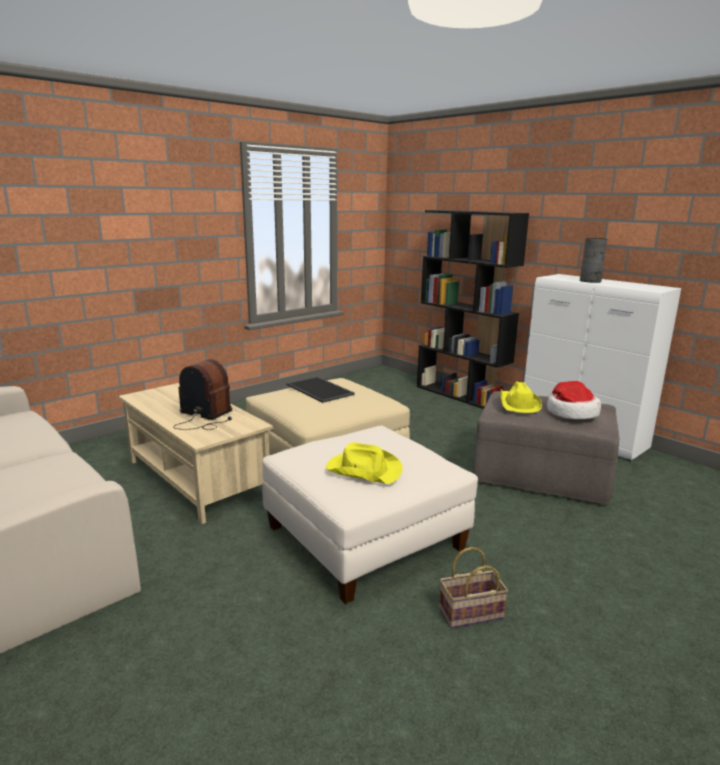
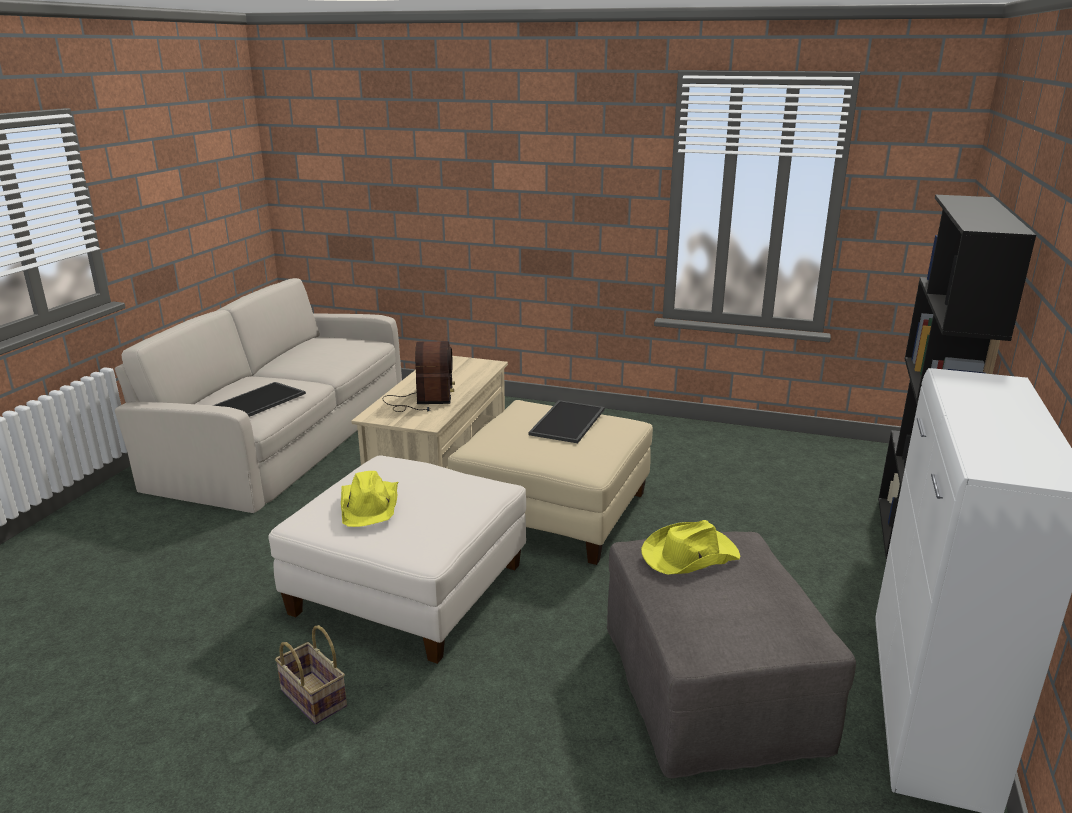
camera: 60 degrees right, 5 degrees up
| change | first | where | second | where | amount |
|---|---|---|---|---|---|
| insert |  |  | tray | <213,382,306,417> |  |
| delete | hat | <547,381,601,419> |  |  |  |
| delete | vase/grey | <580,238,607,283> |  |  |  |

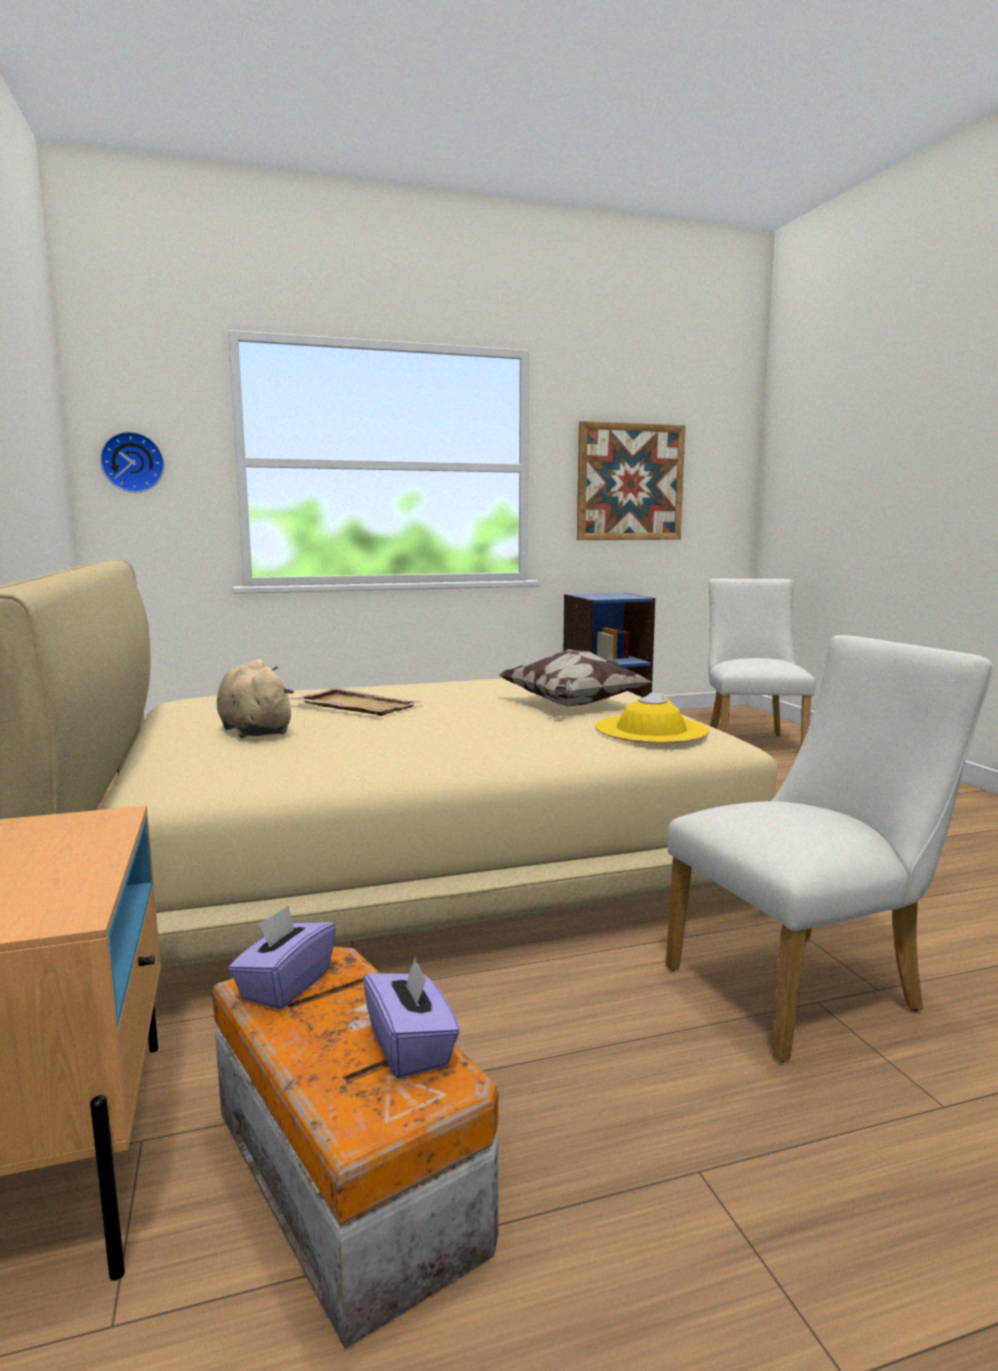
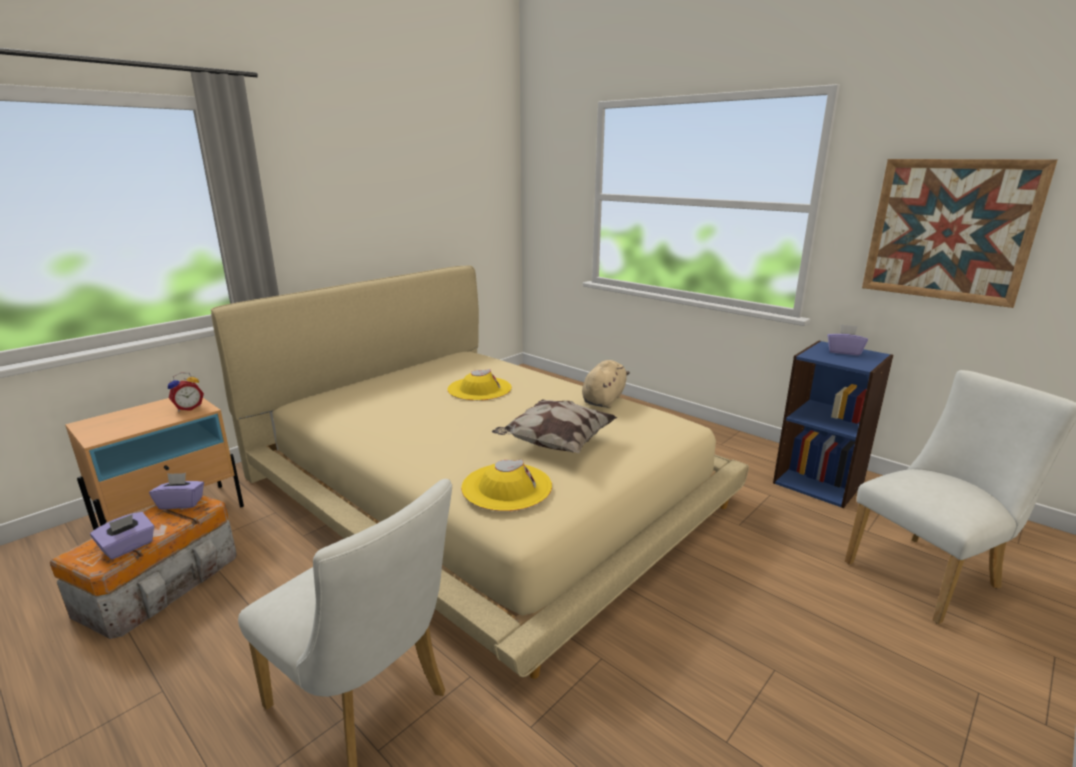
camera: 60 degrees right, 10 degrees up
| change | first | where | second | where | amount |
|---|---|---|---|---|---|
| insert |  |  | alarm clock | <168,372,204,412> |  |
| replace | tray/beige | <289,687,425,716> | hat/yellow | <447,369,512,401> |  |
| move | plush toy/beige | <217,659,294,738> |  | <582,360,630,408> |  |
| insert |  |  | tissue box/purple | <827,324,868,356> |  |
| delete | wall clock | <100,431,164,493> |  |  |  |

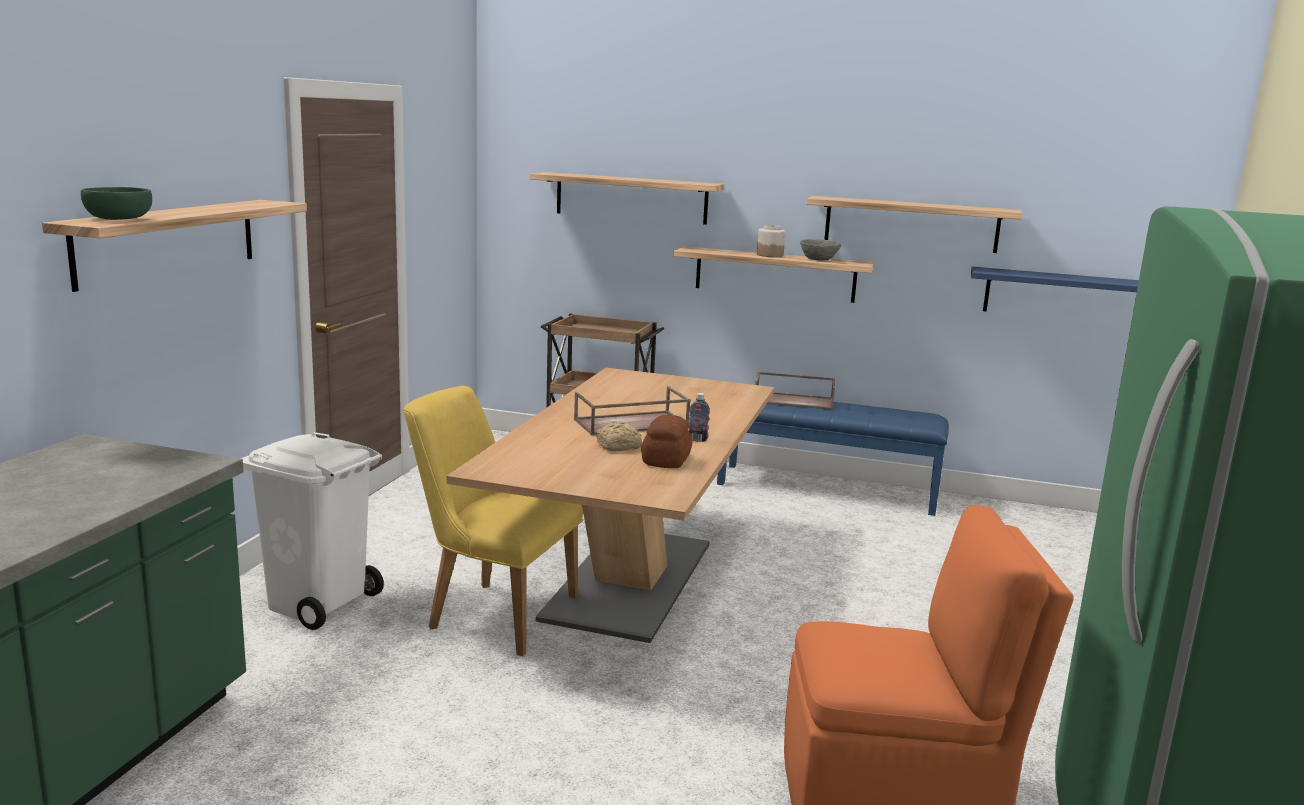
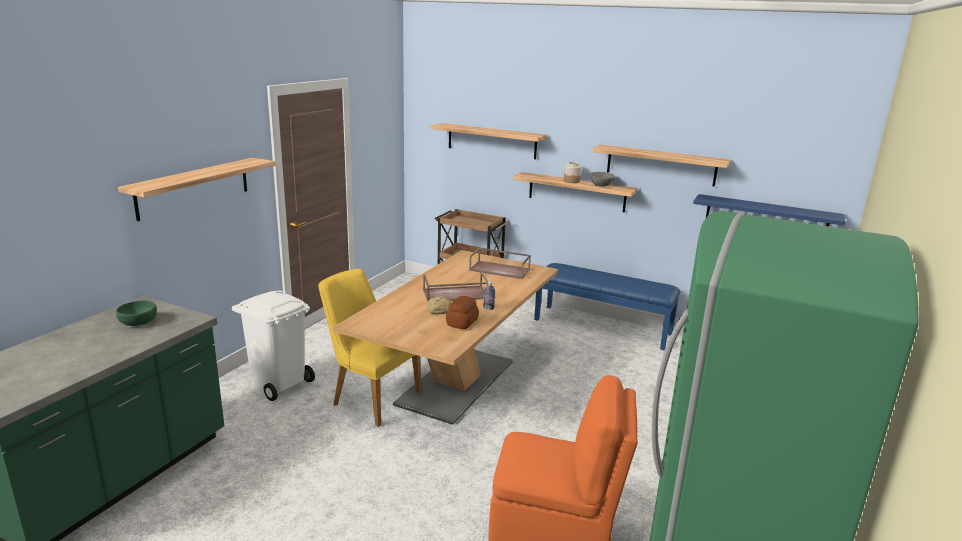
camera: 10 degrees right, 5 degrees up
| change | first | where | second | where | amount |
|---|---|---|---|---|---|
| move | bowl/green | <81,187,152,220> |  | <116,301,157,326> |  |
| move | tray/brown | <755,372,835,410> |  | <469,248,531,279> |  |

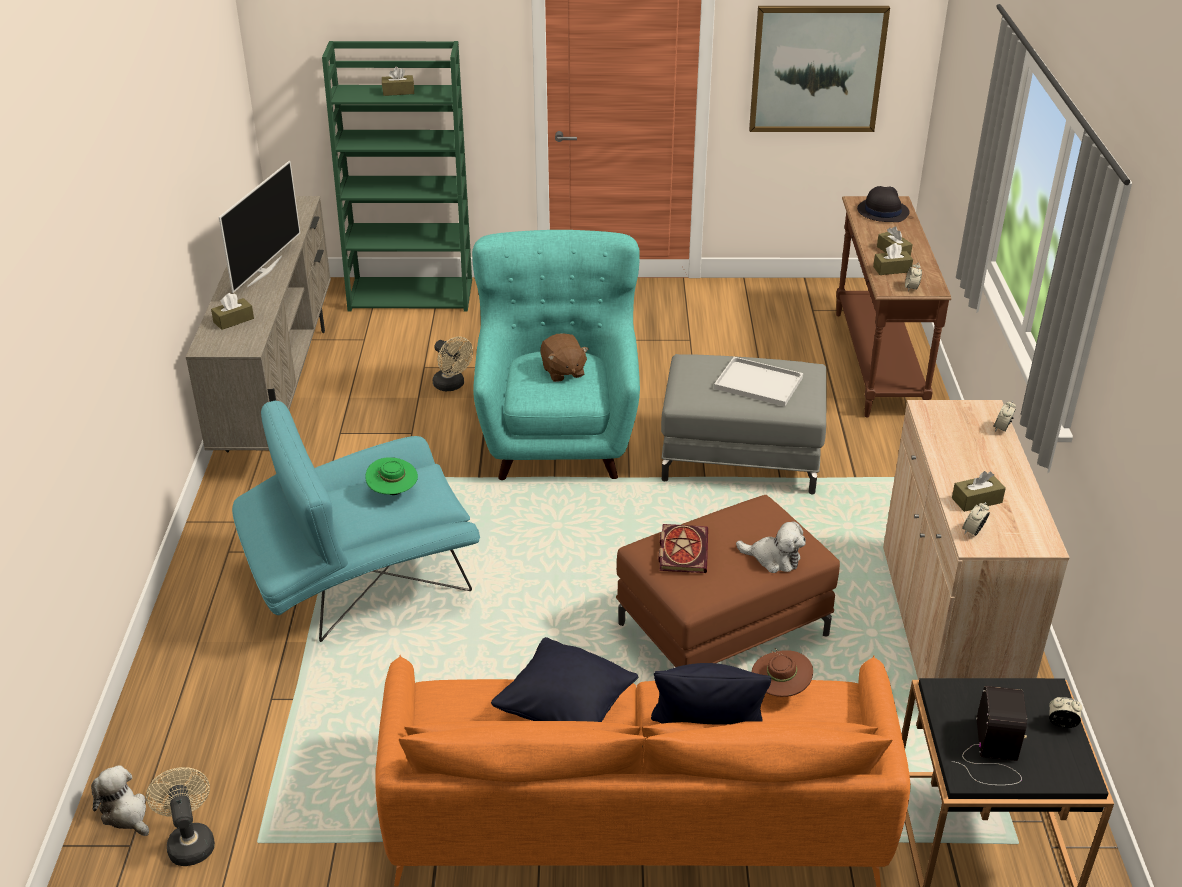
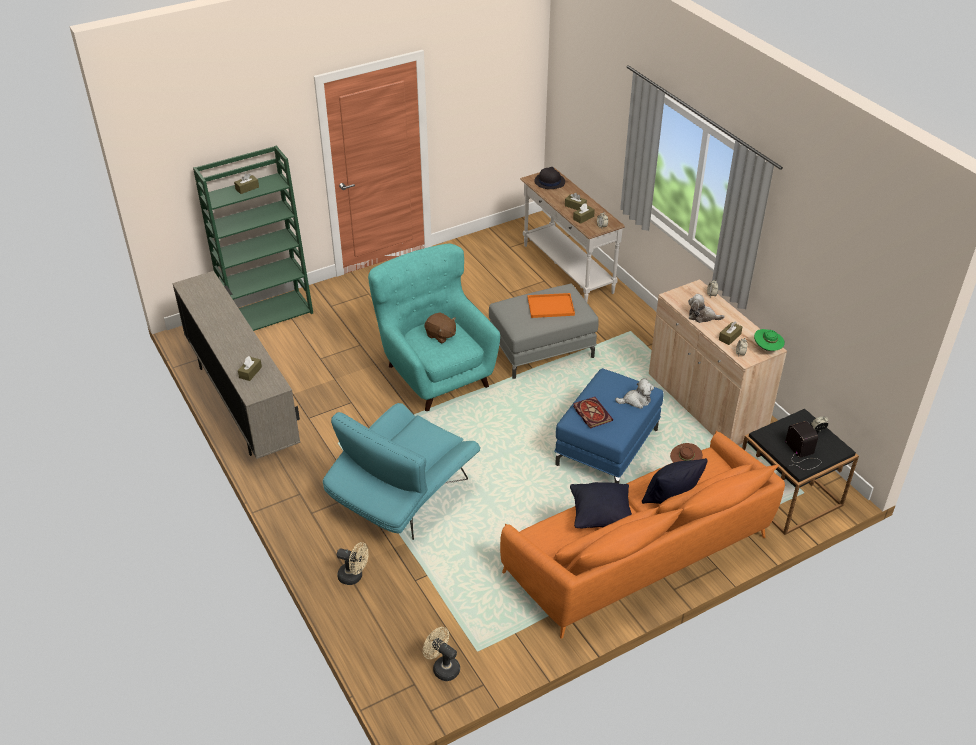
camera: 30 degrees left, 5 degrees up
| change | first | where | second | where | amount |
|---|---|---|---|---|---|
| move | fan/beige | <433,336,473,391> |  | <337,542,368,585> |  |
| recolor | console table/brown | <836,196,951,417> | console table/white | <520,168,625,302> |  |
| recolor | tray/white | <714,357,803,407> | tray/orange | <528,293,575,318> |  |
| recolor | ottoman/brown | <616,495,840,667> | ottoman/blue | <554,368,664,483> |  |
| move | plush toy | <91,765,149,836> |  | <688,294,725,323> |  |
| move | hat/green | <366,457,418,495> |  | <754,329,785,351> |  |
| delete | television | <219,161,300,293> |  |  |  |
| delete | picture | <749,6,890,132> |  |  |  |

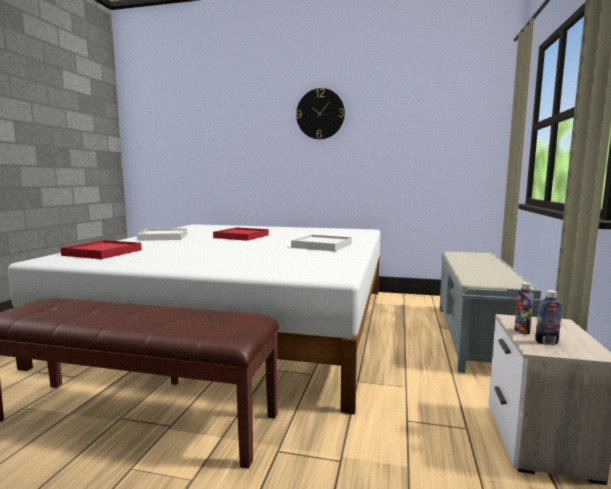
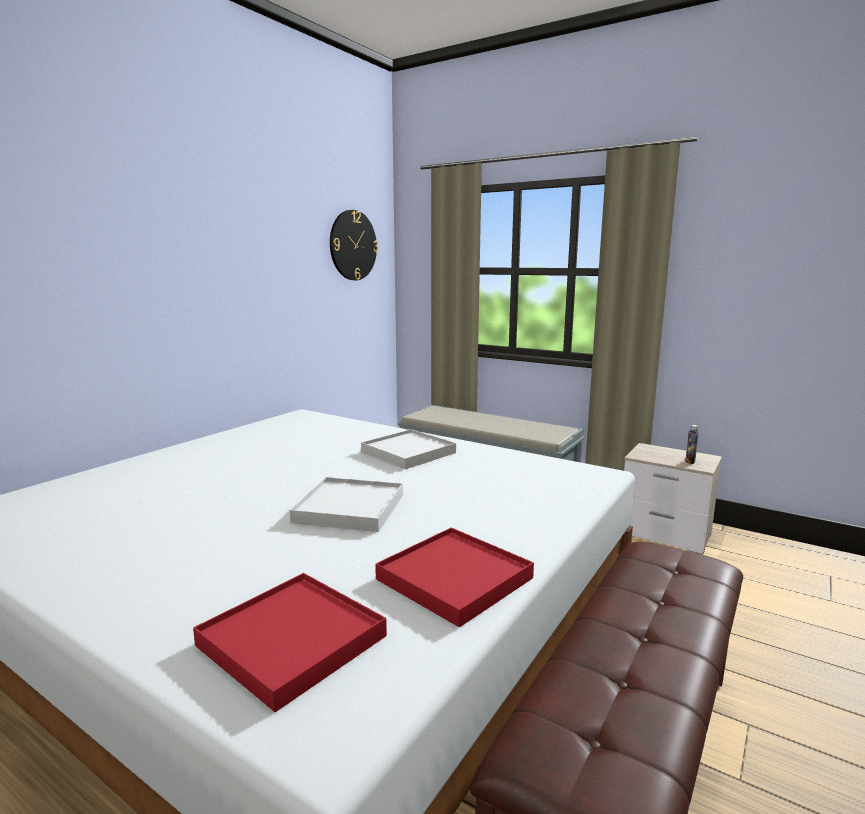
camera: 70 degrees left, 5 degrees up
| change | first | where | second | where | amount |
|---|---|---|---|---|---|
| move | tray/white | <137,228,187,241> |  | <290,477,403,532> |  |
| move | wall clock | <296,88,345,139> |  | <330,210,378,280> |  |
| move | tray/red | <213,227,269,241> |  | <375,528,534,627> |  |
| delete | bottle | <514,282,533,334> |  |  |  |

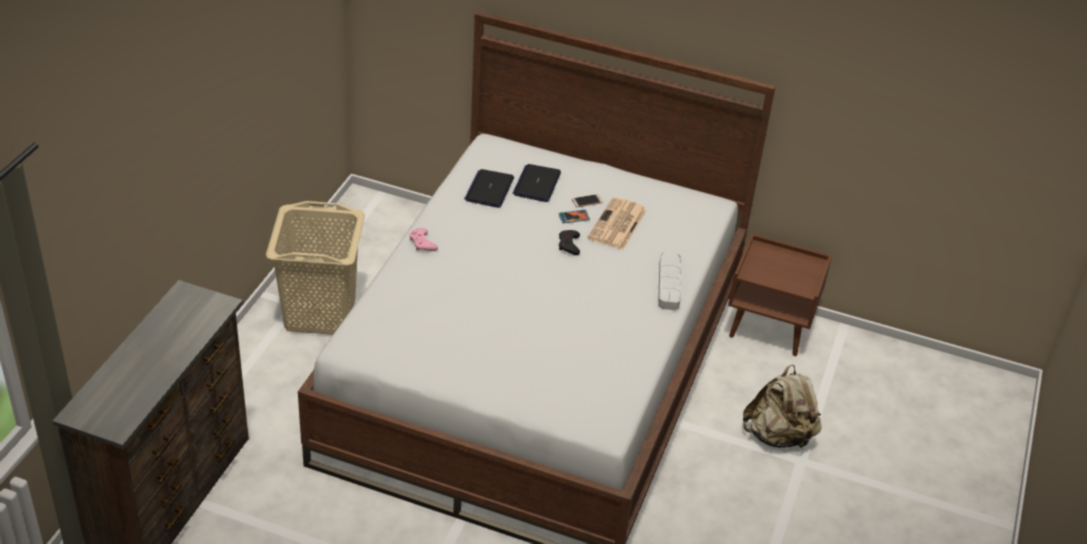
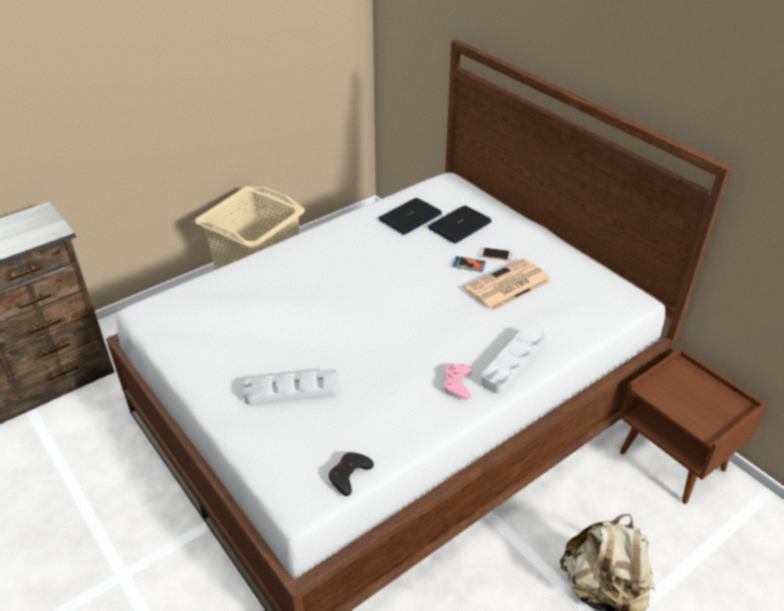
camera: 35 degrees right, 0 degrees up
| change | first | where | second | where | amount |
|---|---|---|---|---|---|
| insert |  |  | tray/grey | <244,369,340,406> |  |
| move | game controller/black | <559,230,580,255> |  | <329,452,374,496> |  |
| move | game controller/pink | <409,228,438,251> |  | <444,364,472,399> |  |

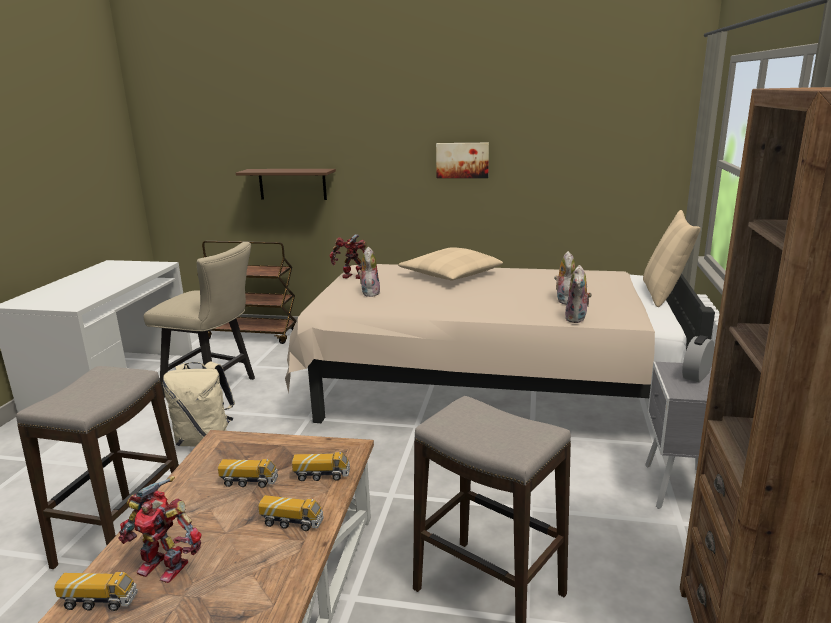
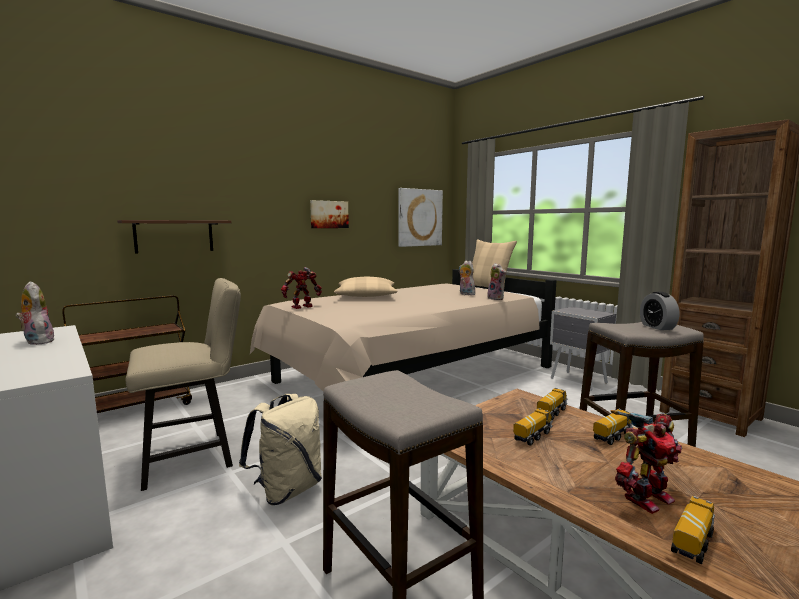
camera: 50 degrees left, 10 degrees down
| change | first | where | second | where | amount |
|---|---|---|---|---|---|
| move | plush toy | <358,247,380,297> |  | <16,282,54,345> |  |
| insert |  |  | picture | <398,188,443,247> |  |
| move | alarm clock | <682,335,715,383> |  | <640,292,679,330> |  |

